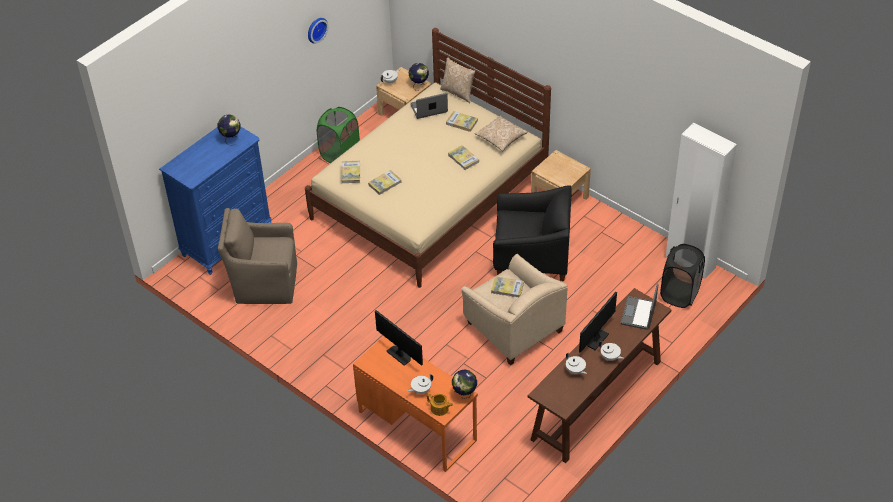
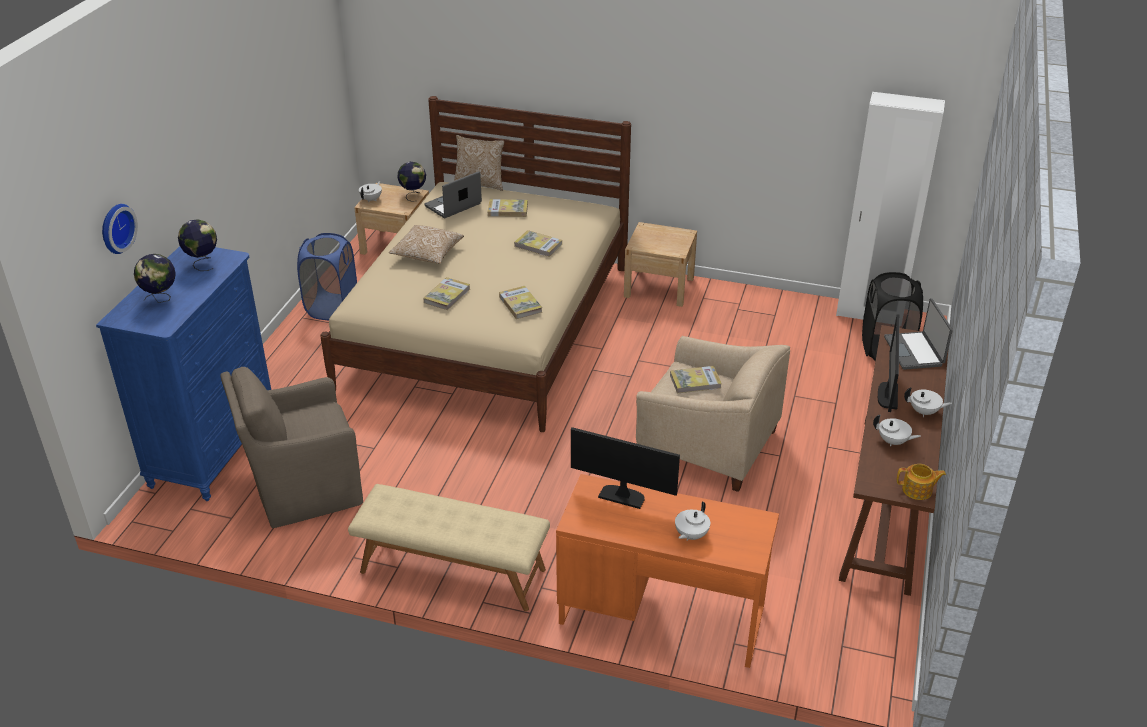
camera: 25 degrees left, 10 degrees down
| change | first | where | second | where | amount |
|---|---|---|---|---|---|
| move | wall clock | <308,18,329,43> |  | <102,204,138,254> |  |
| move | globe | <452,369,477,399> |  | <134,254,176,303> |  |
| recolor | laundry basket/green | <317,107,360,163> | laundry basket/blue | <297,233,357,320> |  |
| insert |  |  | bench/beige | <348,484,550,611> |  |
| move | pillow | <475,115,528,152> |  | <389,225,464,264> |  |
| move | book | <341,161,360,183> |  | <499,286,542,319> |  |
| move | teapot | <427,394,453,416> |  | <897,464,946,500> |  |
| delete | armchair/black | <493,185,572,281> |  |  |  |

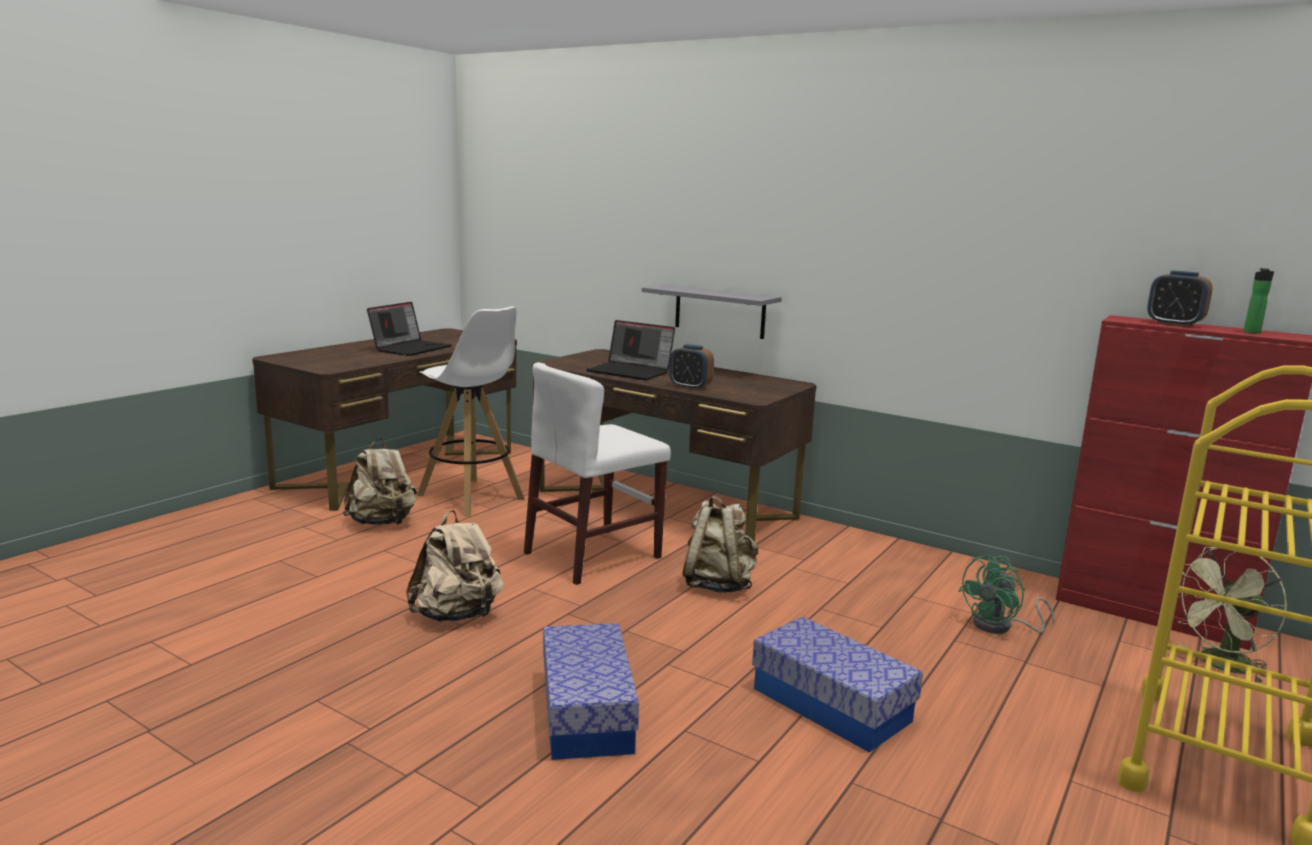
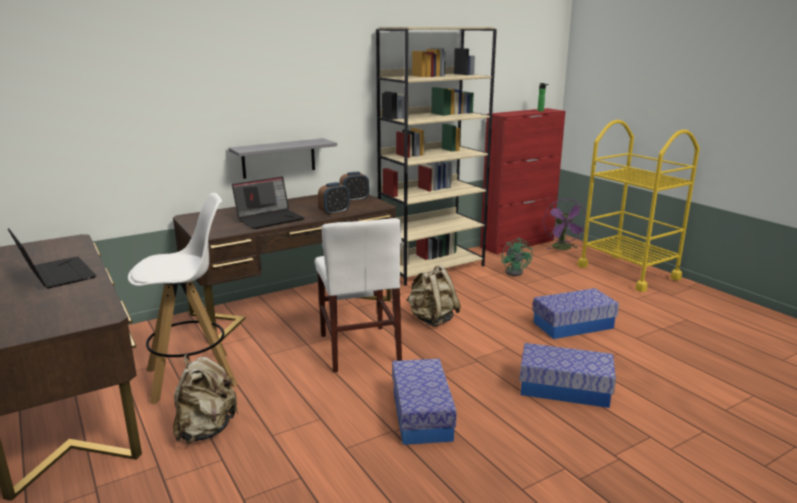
camera: 65 degrees left, 5 degrees up
| change | first | where | second | where | amount |
|---|---|---|---|---|---|
| move | alarm clock | <1147,271,1213,327> |  | <340,172,369,202> |  |
| insert |  |  | bookcase/beige | <376,27,497,286> |  |
| replace | backpack/beige | <406,510,504,622> | storage box | <392,359,457,445> |  |
| recolor | fan/green | <1178,547,1287,684> | fan/purple | <543,199,586,250> |  |

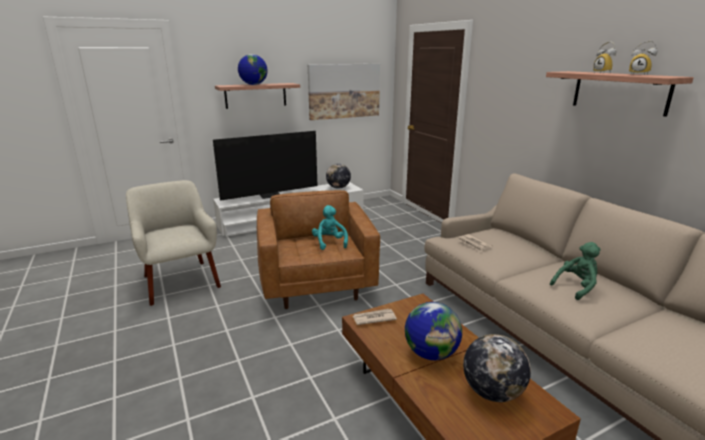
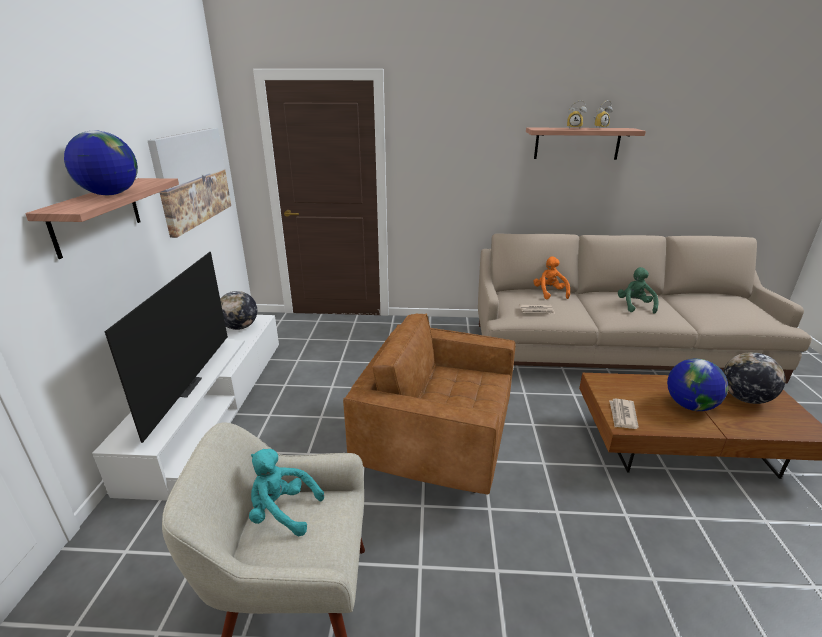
camera: 60 degrees left, 5 degrees up
| change | first | where | second | where | amount |
|---|---|---|---|---|---|
| move | plush toy/turquoise | <312,205,348,250> |  | <249,449,324,536> |  |
| insert |  |  | plush toy/orange | <533,256,570,299> |  |

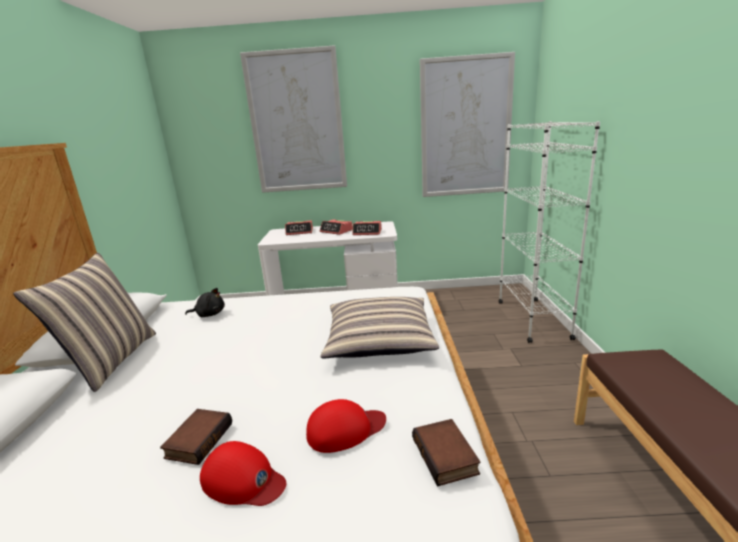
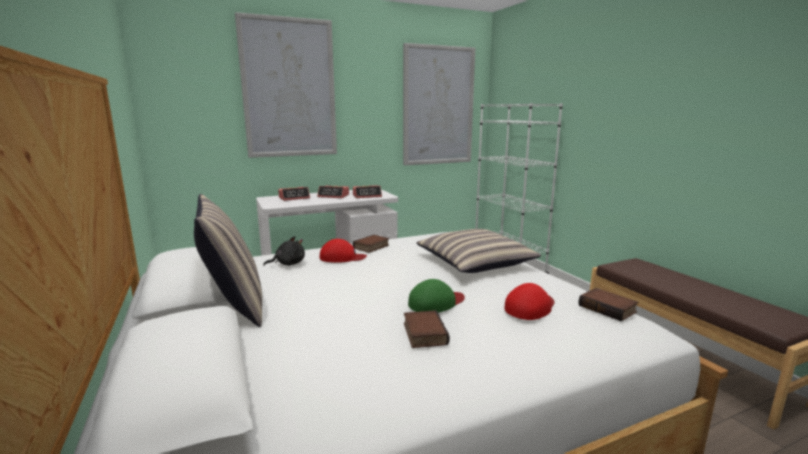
camera: 25 degrees left, 5 degrees down
| change | first | where | second | where | amount |
|---|---|---|---|---|---|
| move | cap/red | <200,441,286,506> |  | <320,239,367,263> |  |
| insert |  |  | book | <353,235,389,253> |  |
| insert |  |  | cap/green | <408,279,465,313> |  |

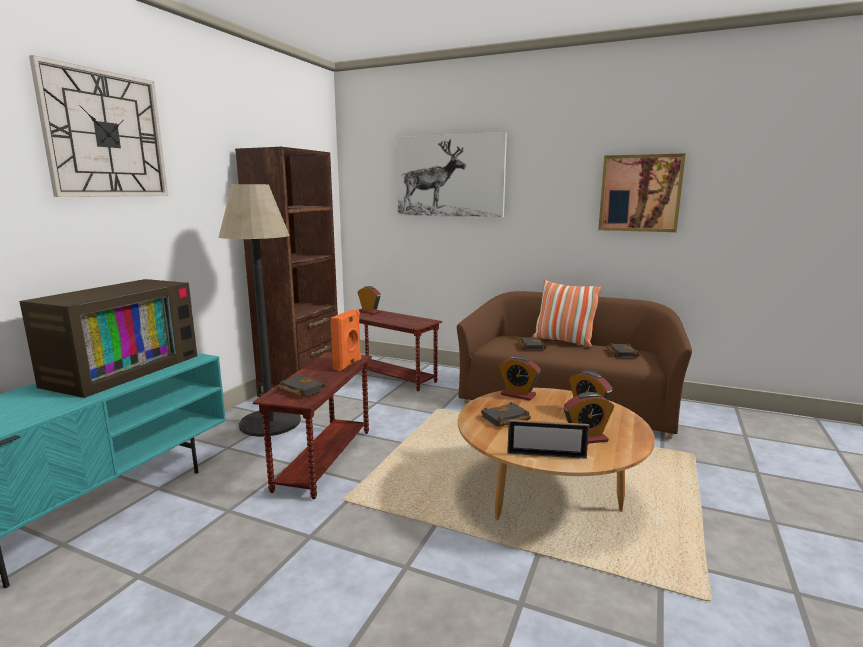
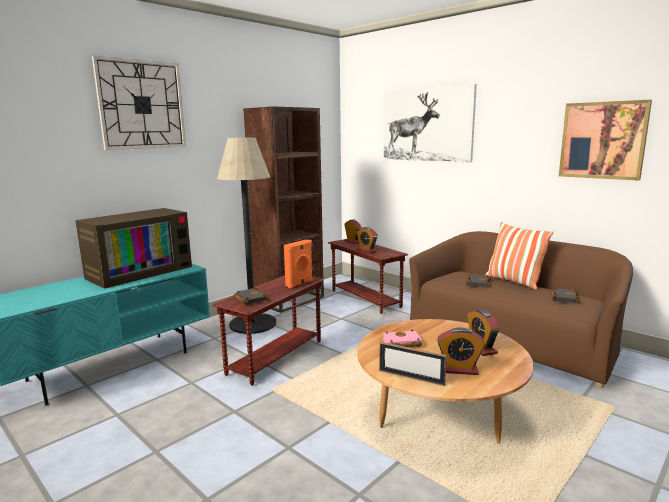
camera: 20 degrees right, 0 degrees up
| change | first | where | second | where | amount |
|---|---|---|---|---|---|
| move | alarm clock | <499,356,541,401> |  | <357,227,378,253> |  |
| recolor | book/black | <481,402,531,427> | book/pink | <383,330,422,347> |  |

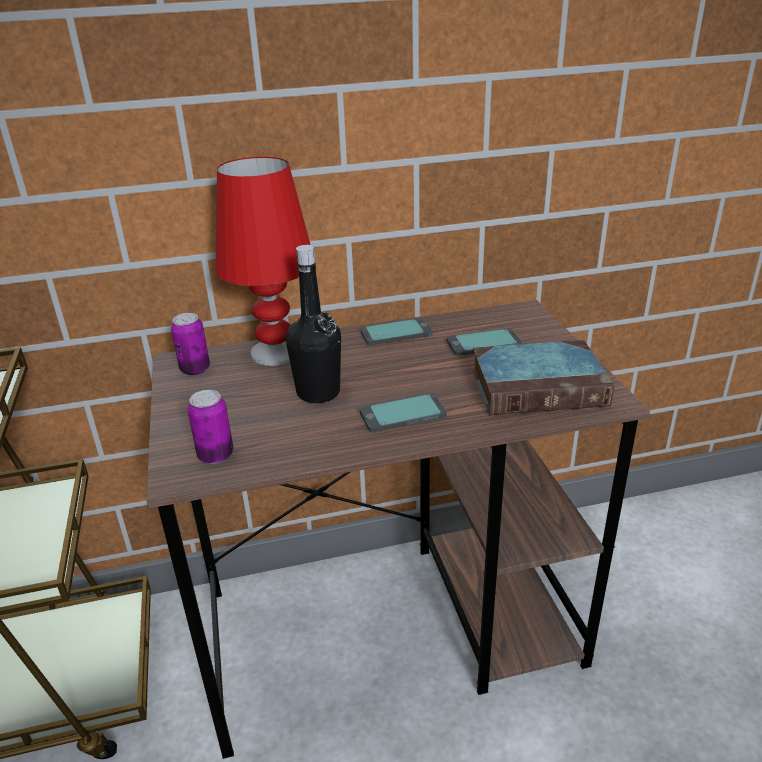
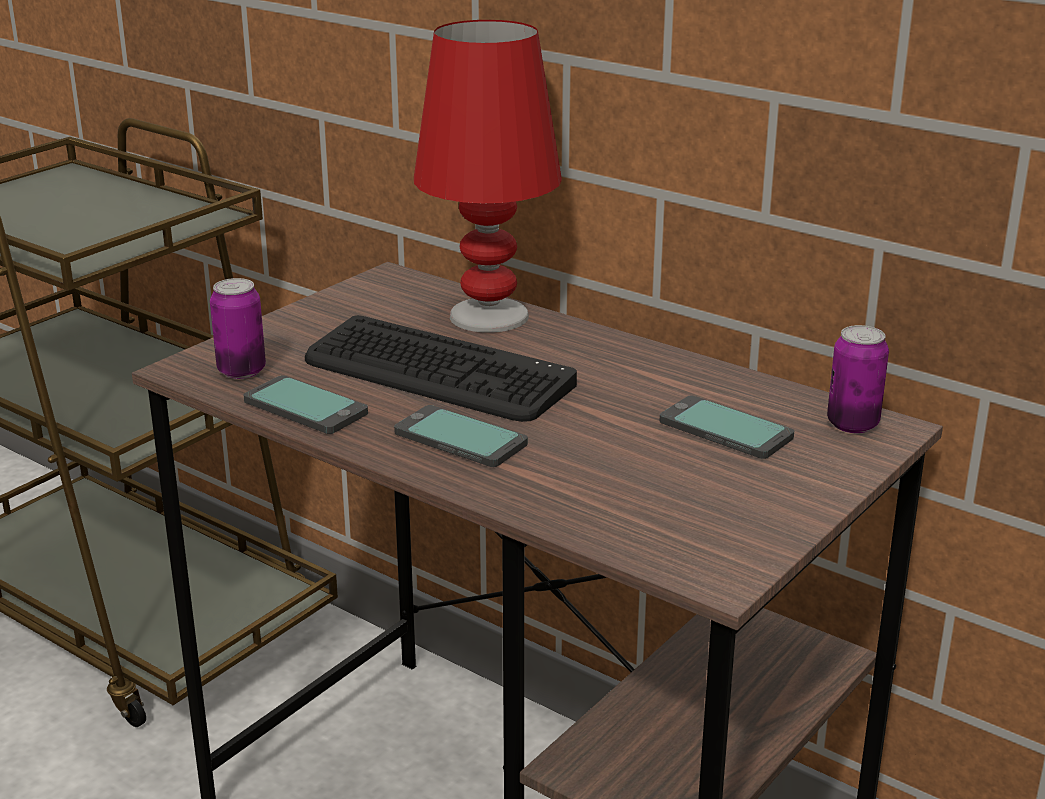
camera: 50 degrees right, 5 degrees down
| change | first | where | second | where | amount |
|---|---|---|---|---|---|
| move | phone | <361,318,433,345> |  | <244,376,368,434> |  |
| replace | bottle/black | <285,245,341,403> | keyboard | <305,315,577,422> |  |
| move | can | <171,313,210,376> |  | <827,325,889,433> |  |
| delete | book | <472,340,614,415> |  |  |  |

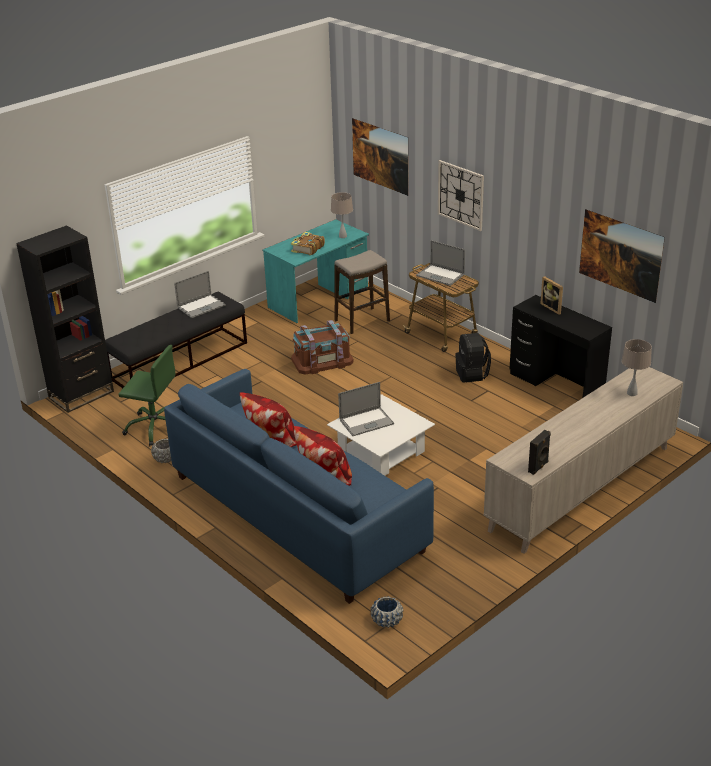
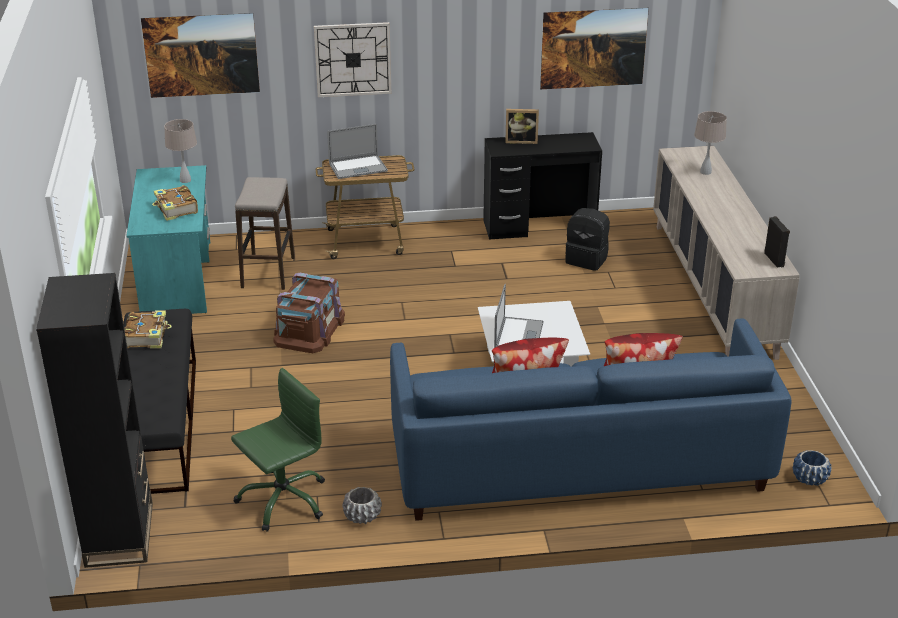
camera: 55 degrees left, 0 degrees up
| change | first | where | second | where | amount |
|---|---|---|---|---|---|
| replace | laptop | <174,271,226,318> | book | <124,310,172,349> |  |
| move | backpack/black | <455,333,491,382> |  | <565,208,610,271> |  |

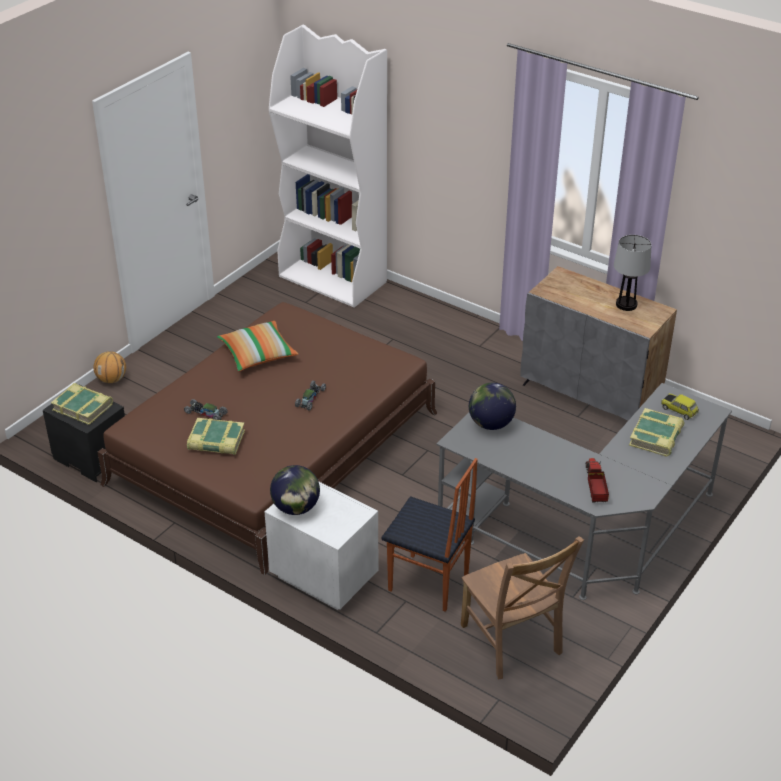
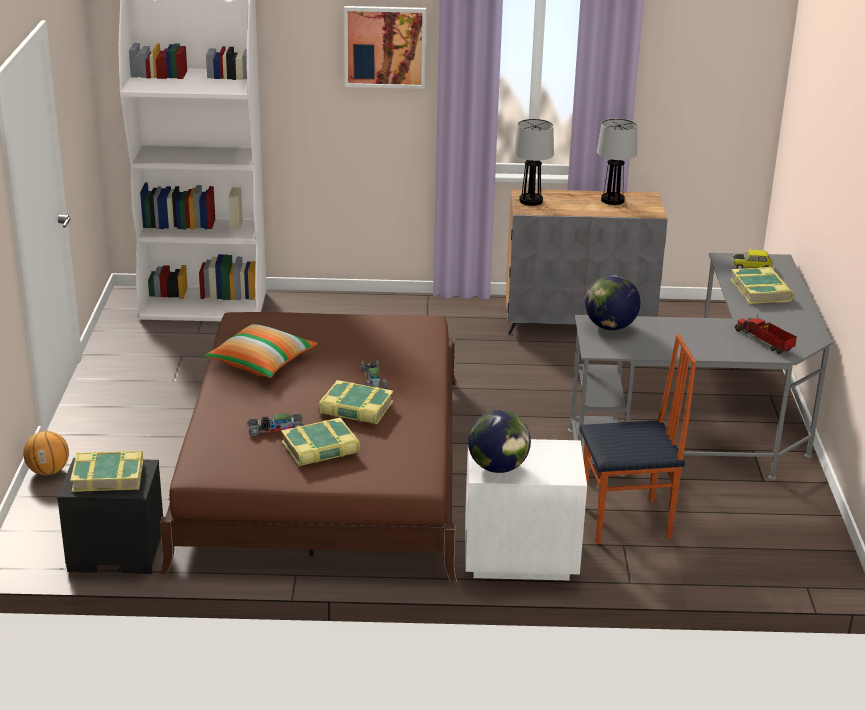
camera: 35 degrees left, 10 degrees down
| change | first | where | second | where | amount |
|---|---|---|---|---|---|
| insert |  |  | book | <318,380,393,424> |  |
| insert |  |  | picture | <344,6,426,89> |  |
| insert |  |  | table lamp | <514,119,554,206> |  |
| delete | chair/brown | <461,536,584,679> |  |  |  |

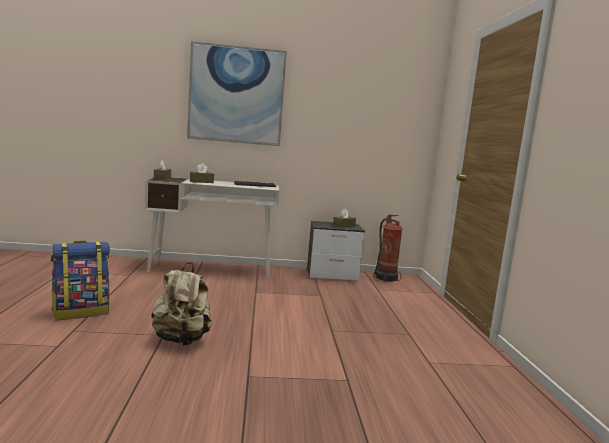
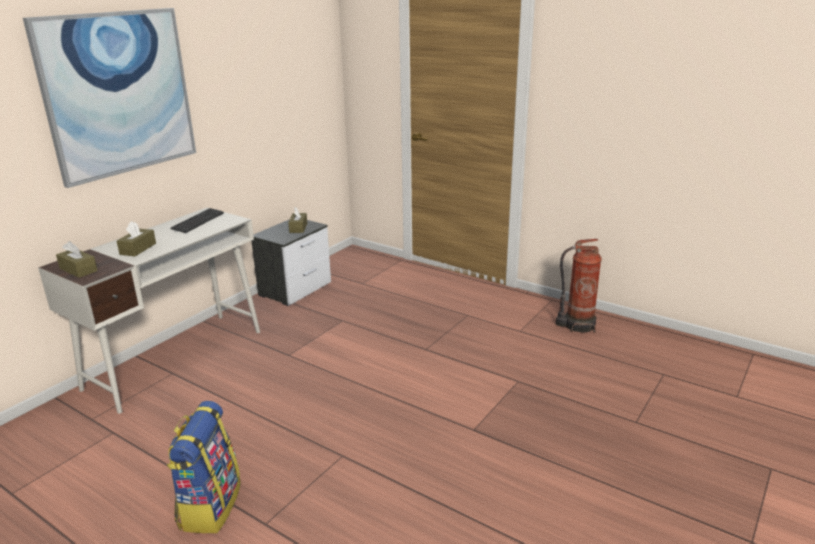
camera: 50 degrees left, 15 degrees up
| change | first | where | second | where | amount |
|---|---|---|---|---|---|
| move | fire extinguisher | <374,215,402,282> |  | <556,239,602,333> |  |
| delete | backpack/beige | <151,262,212,346> |  |  |  |

